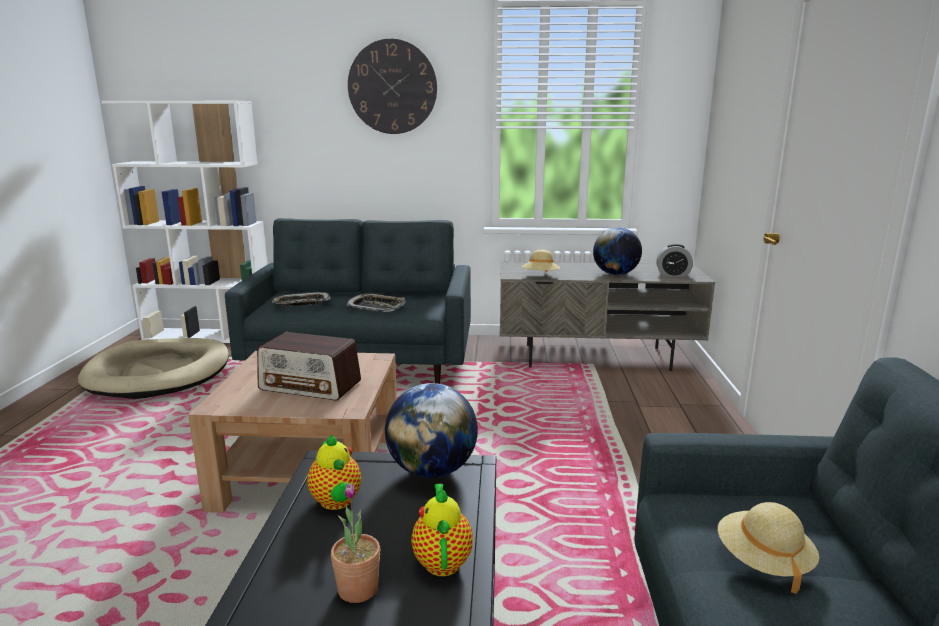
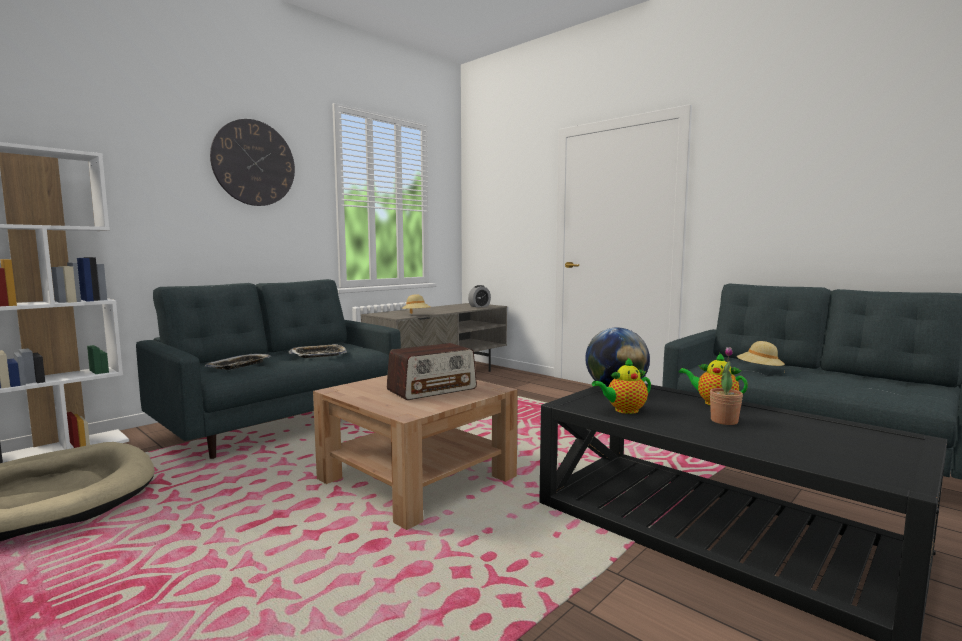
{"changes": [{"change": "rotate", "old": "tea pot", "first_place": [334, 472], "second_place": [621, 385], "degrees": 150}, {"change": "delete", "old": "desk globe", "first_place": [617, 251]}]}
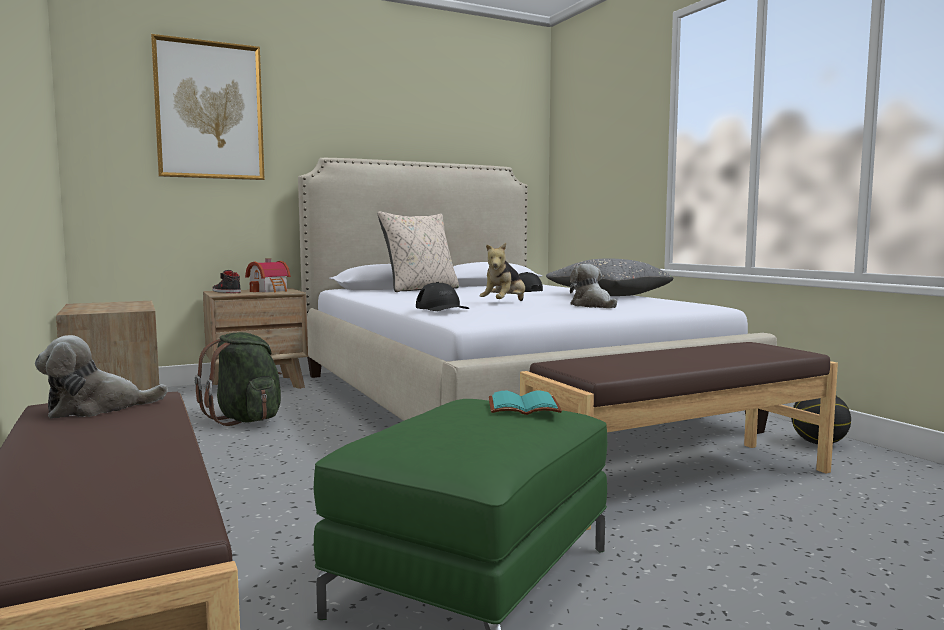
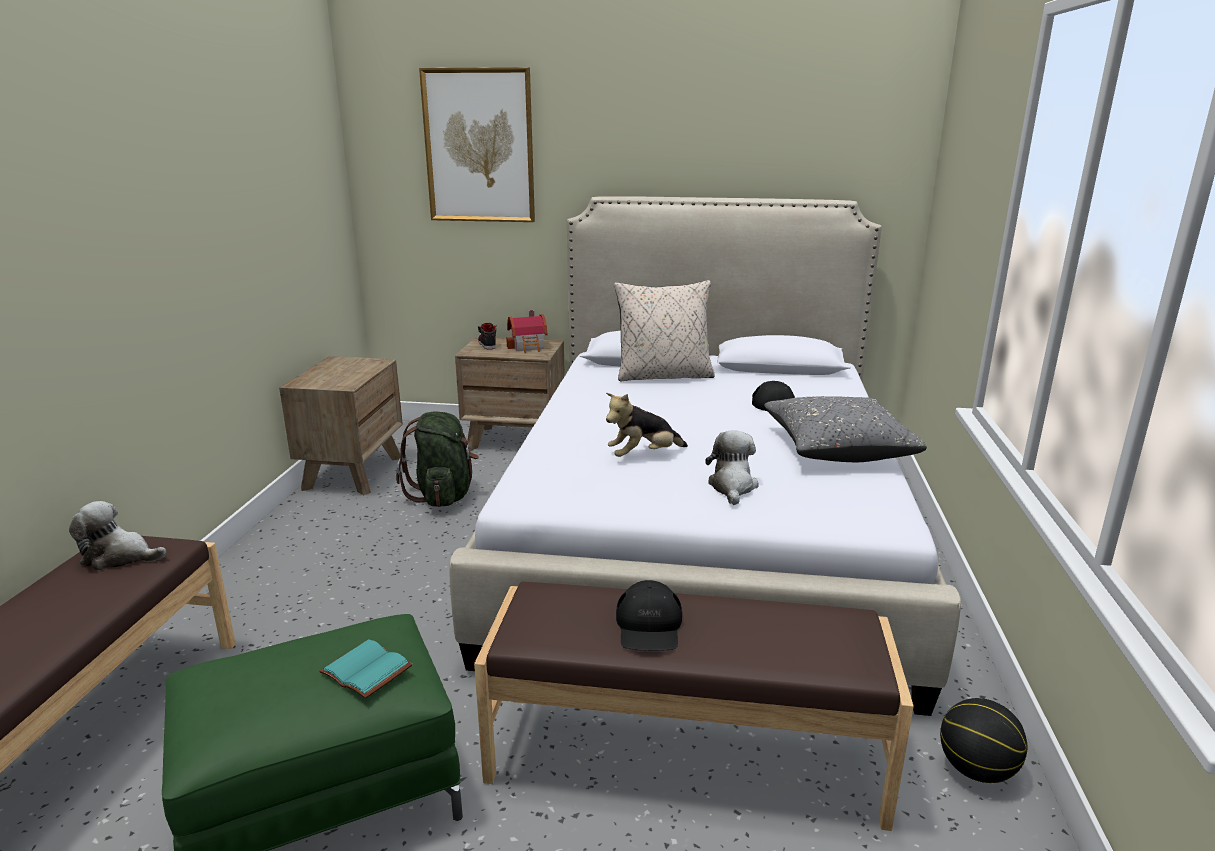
{"changes": [{"change": "move", "old": "black-coloured cap", "first_place": [442, 296], "second_place": [649, 615]}]}
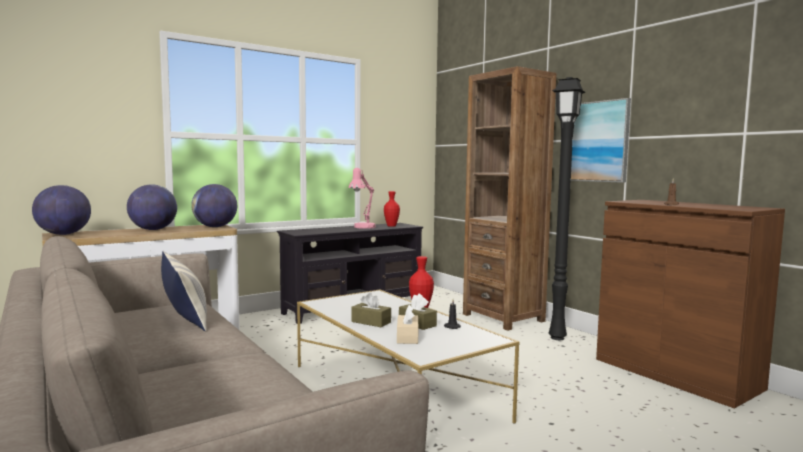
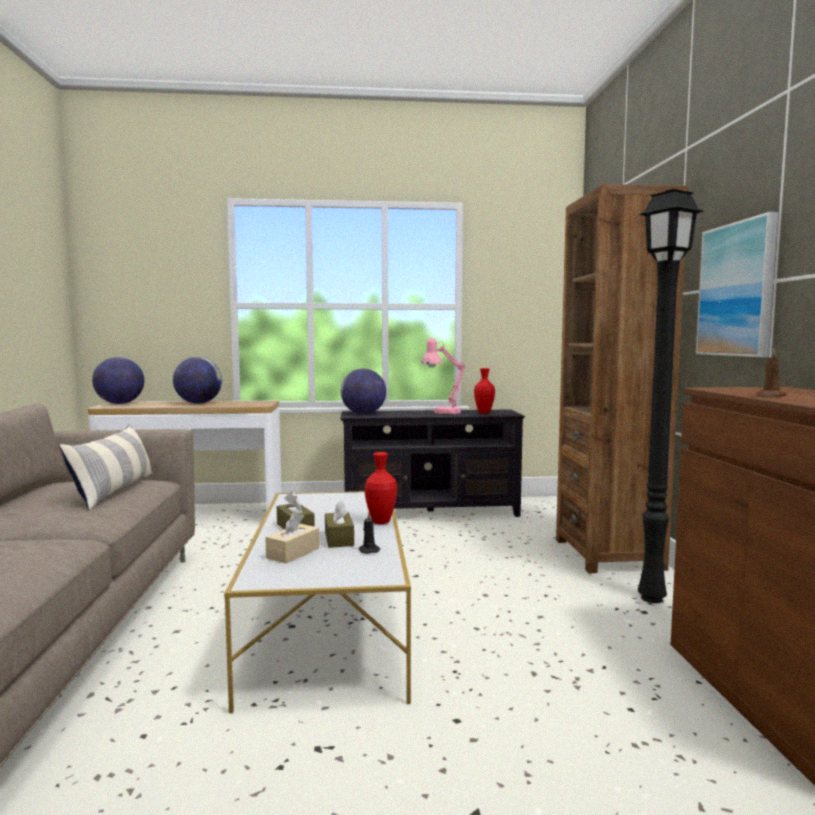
{"changes": [{"change": "move", "old": "desk globe", "first_place": [214, 205], "second_place": [363, 391]}]}
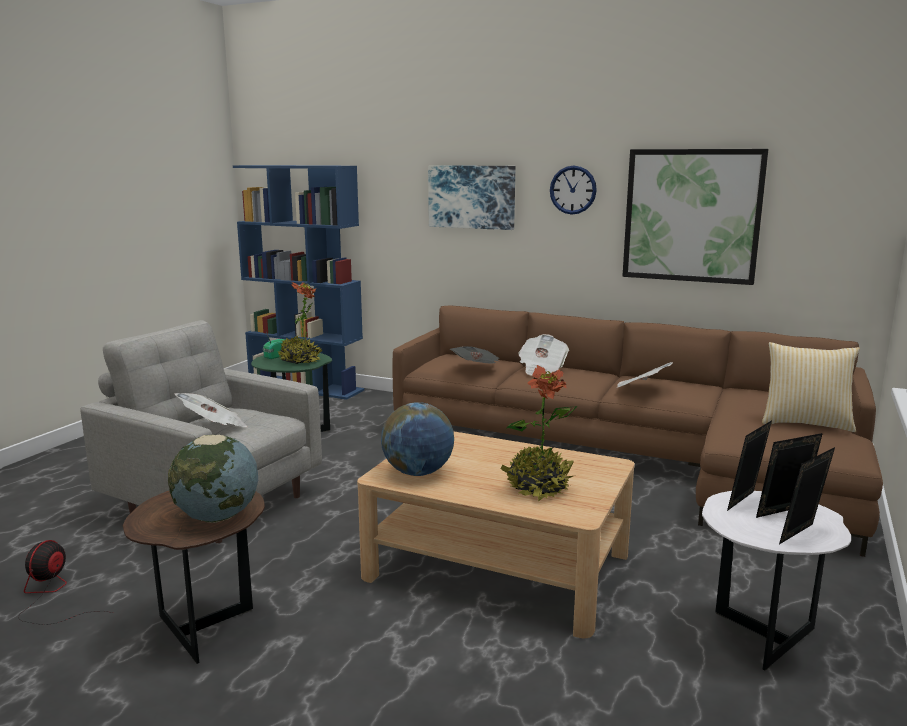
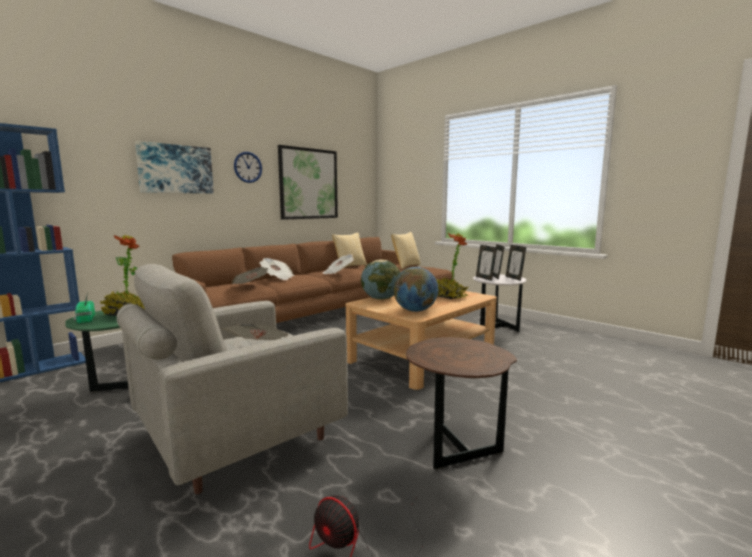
{"changes": [{"change": "move", "old": "desk globe", "first_place": [213, 479], "second_place": [380, 279]}, {"change": "insert", "new": "cushion", "second_place": [349, 250]}]}
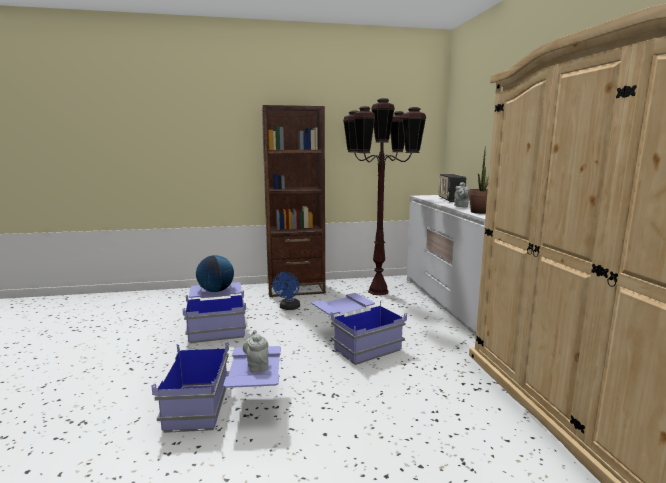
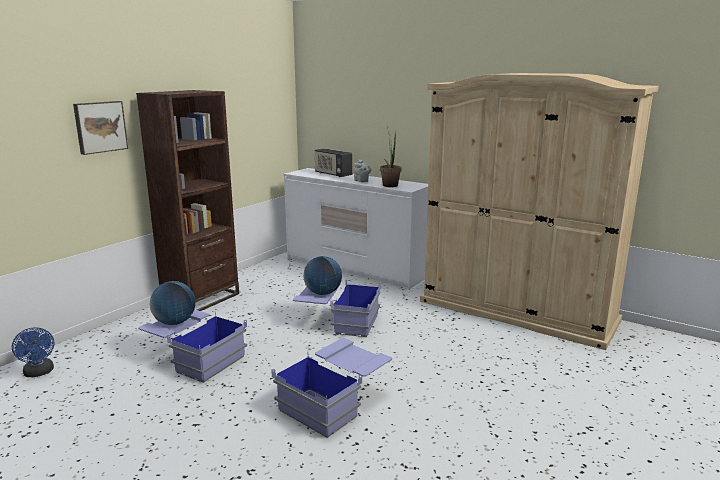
{"changes": [{"change": "delete", "old": "greyish tea pot", "first_place": [256, 351]}, {"change": "move", "old": "blue cooling fan", "first_place": [286, 291], "second_place": [33, 352]}, {"change": "delete", "old": "brown-coloured floor lamp", "first_place": [384, 196]}, {"change": "insert", "new": "wall picture", "second_place": [100, 128]}, {"change": "insert", "new": "desk globe", "second_place": [322, 275]}]}
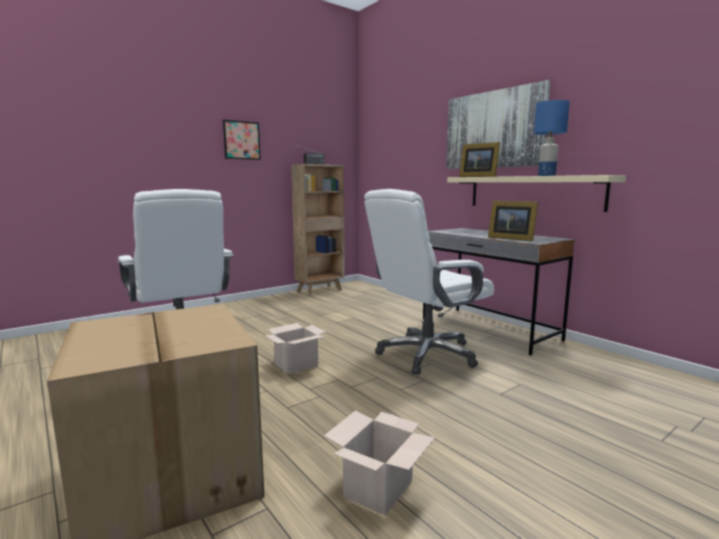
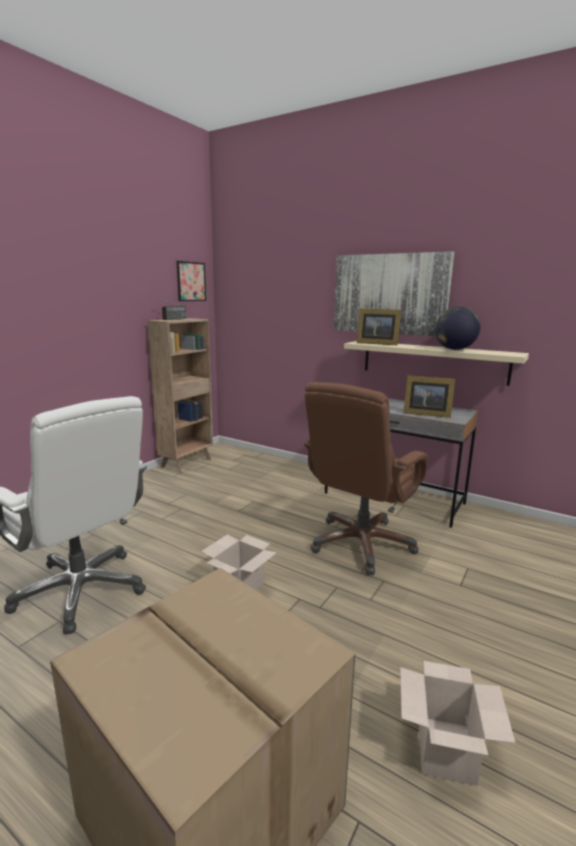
{"changes": [{"change": "move", "old": "wall picture", "first_place": [242, 139], "second_place": [191, 281]}, {"change": "recolor", "old": "white desk chair", "new": "brown-coloured desk chair", "first_place": [429, 282], "second_place": [366, 478]}, {"change": "replace", "old": "blue lamp for a table", "new": "desk globe", "first_place": [552, 138], "second_place": [457, 328]}]}
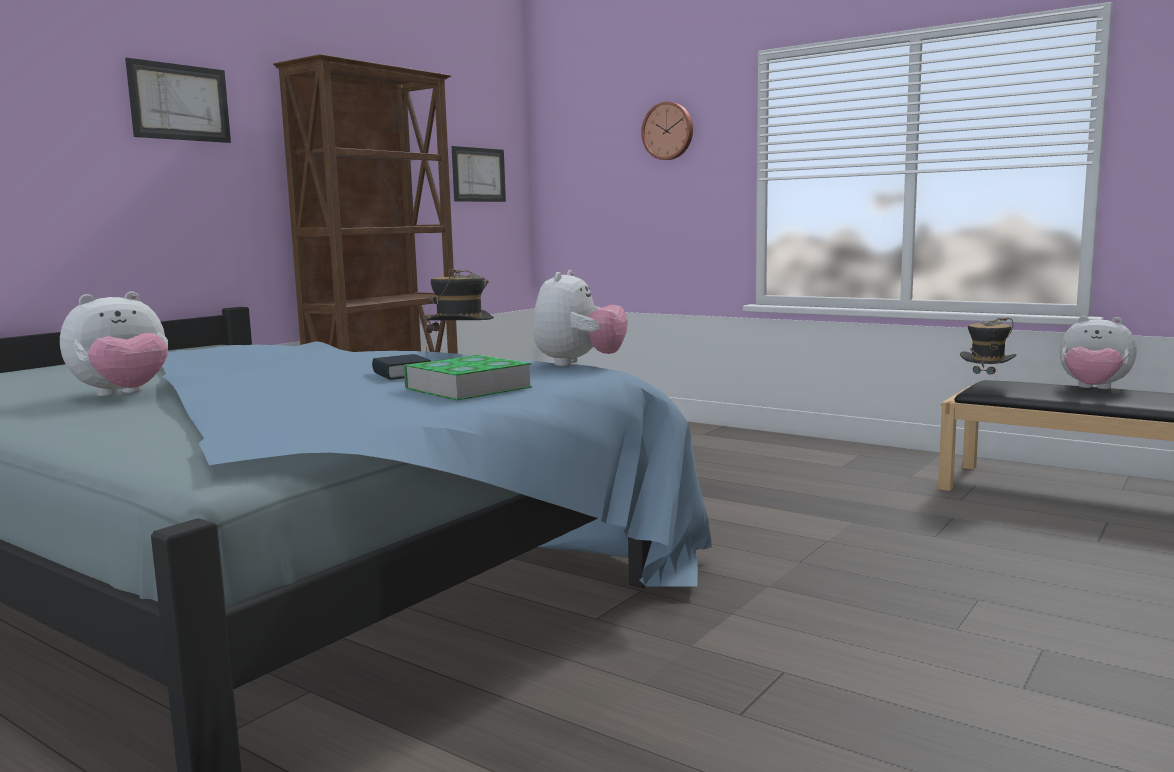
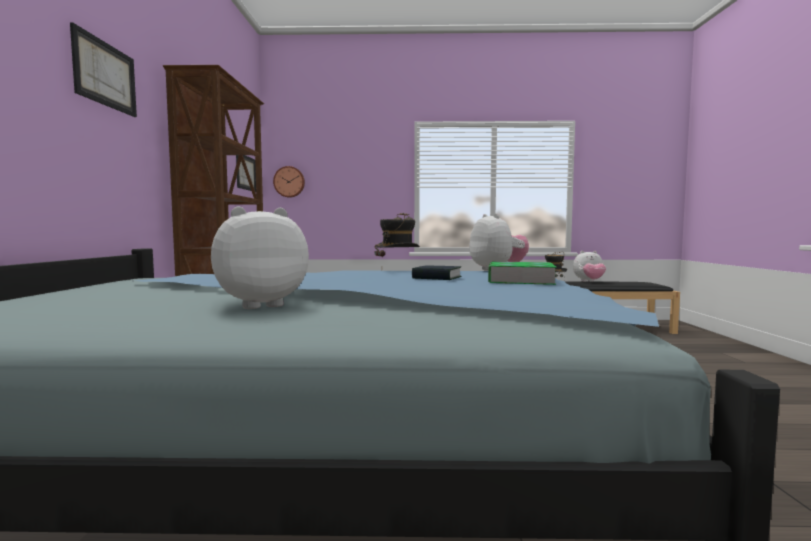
{"changes": [{"change": "rotate", "old": "plush toy", "first_place": [114, 344], "second_place": [260, 257], "degrees": -135}, {"change": "move", "old": "wall clock", "first_place": [667, 131], "second_place": [289, 182]}]}
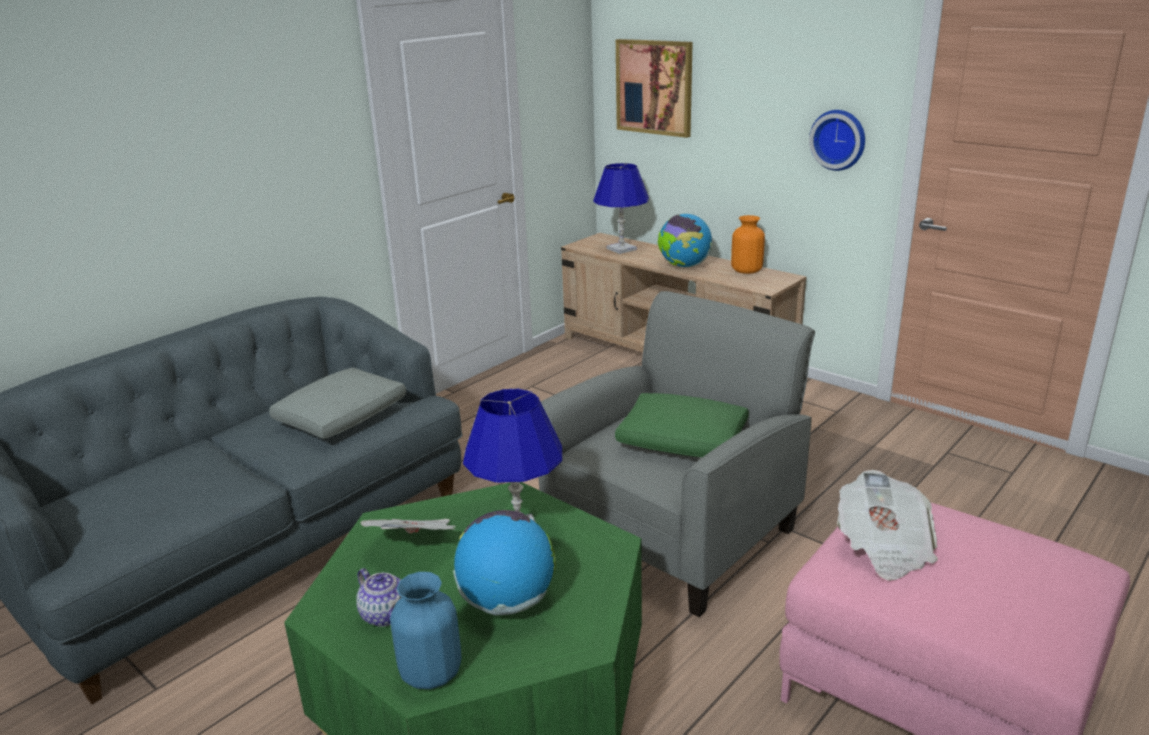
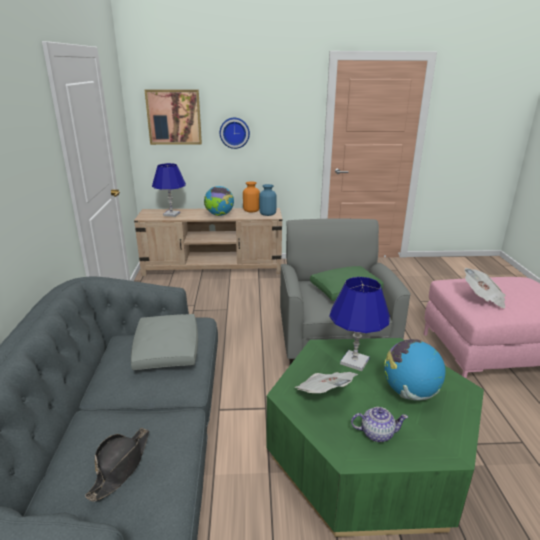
{"changes": [{"change": "move", "old": "blue decorative vase", "first_place": [425, 630], "second_place": [268, 200]}, {"change": "move", "old": "wall clock", "first_place": [837, 140], "second_place": [235, 133]}, {"change": "insert", "new": "black-coloured clothing hat", "second_place": [117, 464]}]}
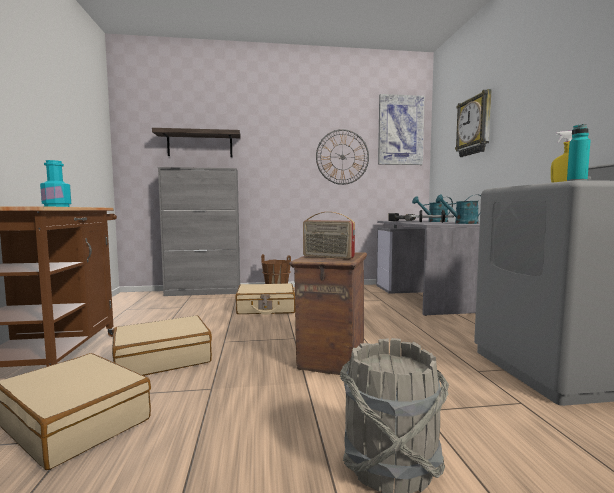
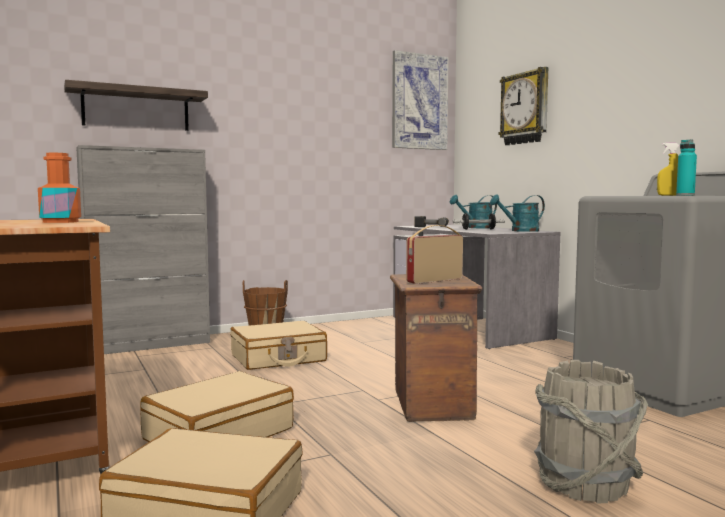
{"changes": [{"change": "recolor", "old": "turquoise beverage bottle", "new": "orangey beverage bottle", "first_place": [55, 183], "second_place": [59, 188]}, {"change": "rotate", "old": "radio set", "first_place": [329, 235], "second_place": [434, 254], "degrees": 135}, {"change": "delete", "old": "wall clock", "first_place": [342, 157]}]}
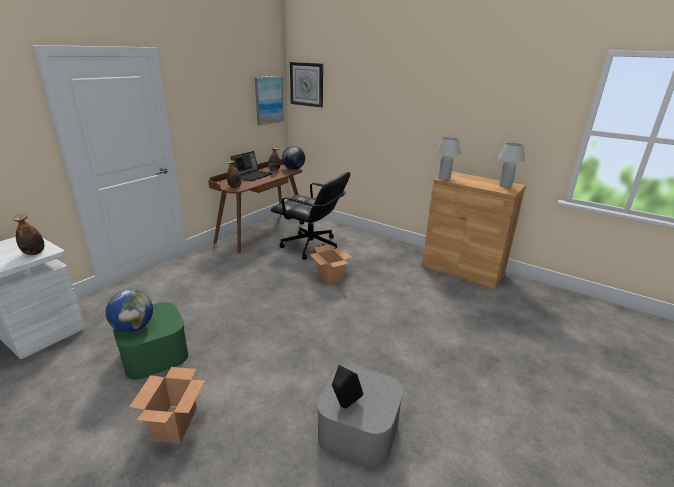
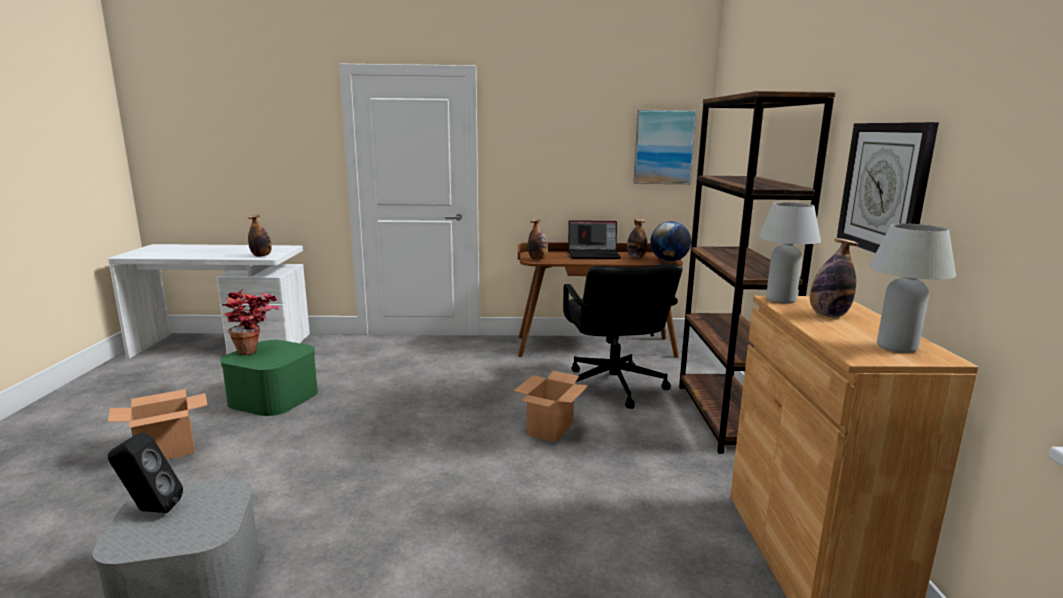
{"changes": [{"change": "replace", "old": "desk globe", "new": "plant in a pot", "first_place": [129, 310], "second_place": [250, 322]}, {"change": "move", "old": "wall clock", "first_place": [306, 85], "second_place": [888, 187]}, {"change": "insert", "new": "brown-coloured bookshelf", "second_place": [757, 272]}, {"change": "insert", "new": "beverage bottle", "second_place": [834, 277]}]}
